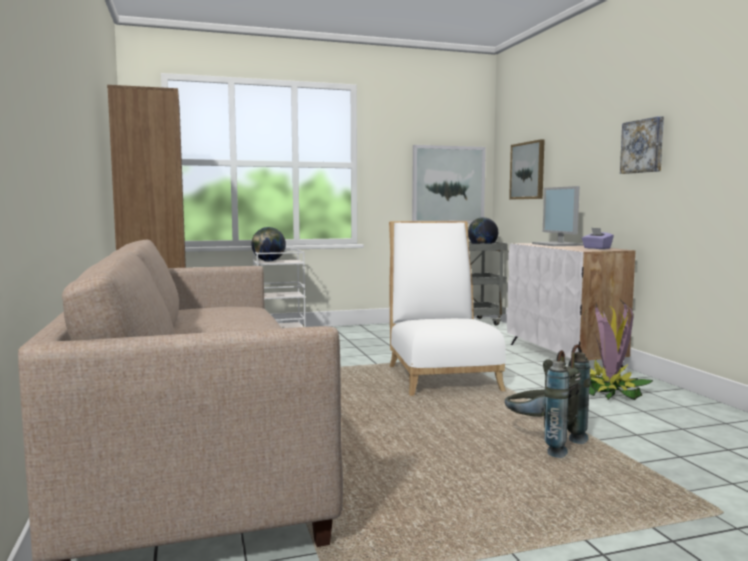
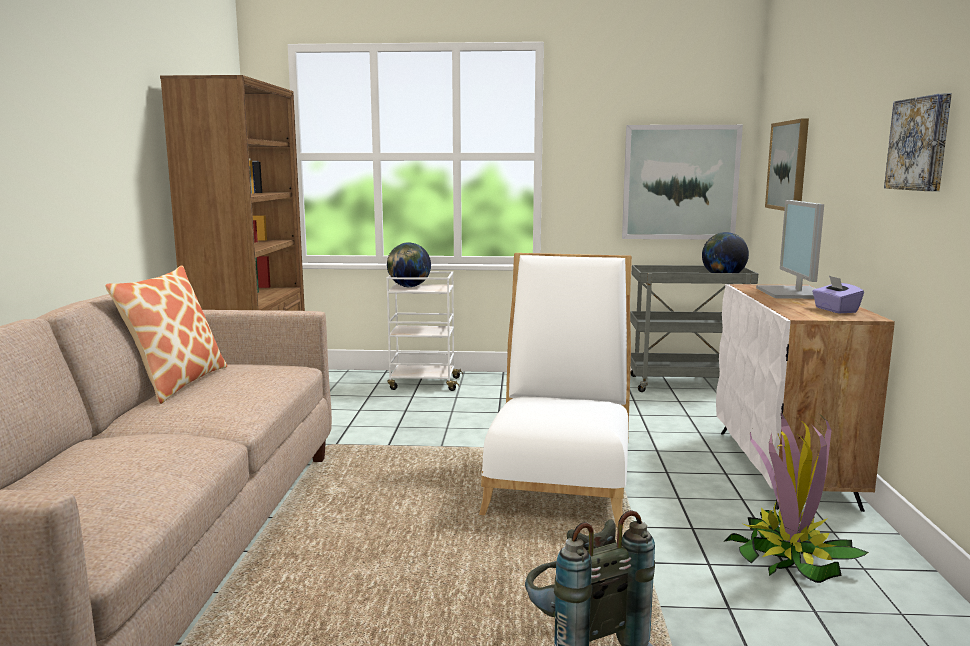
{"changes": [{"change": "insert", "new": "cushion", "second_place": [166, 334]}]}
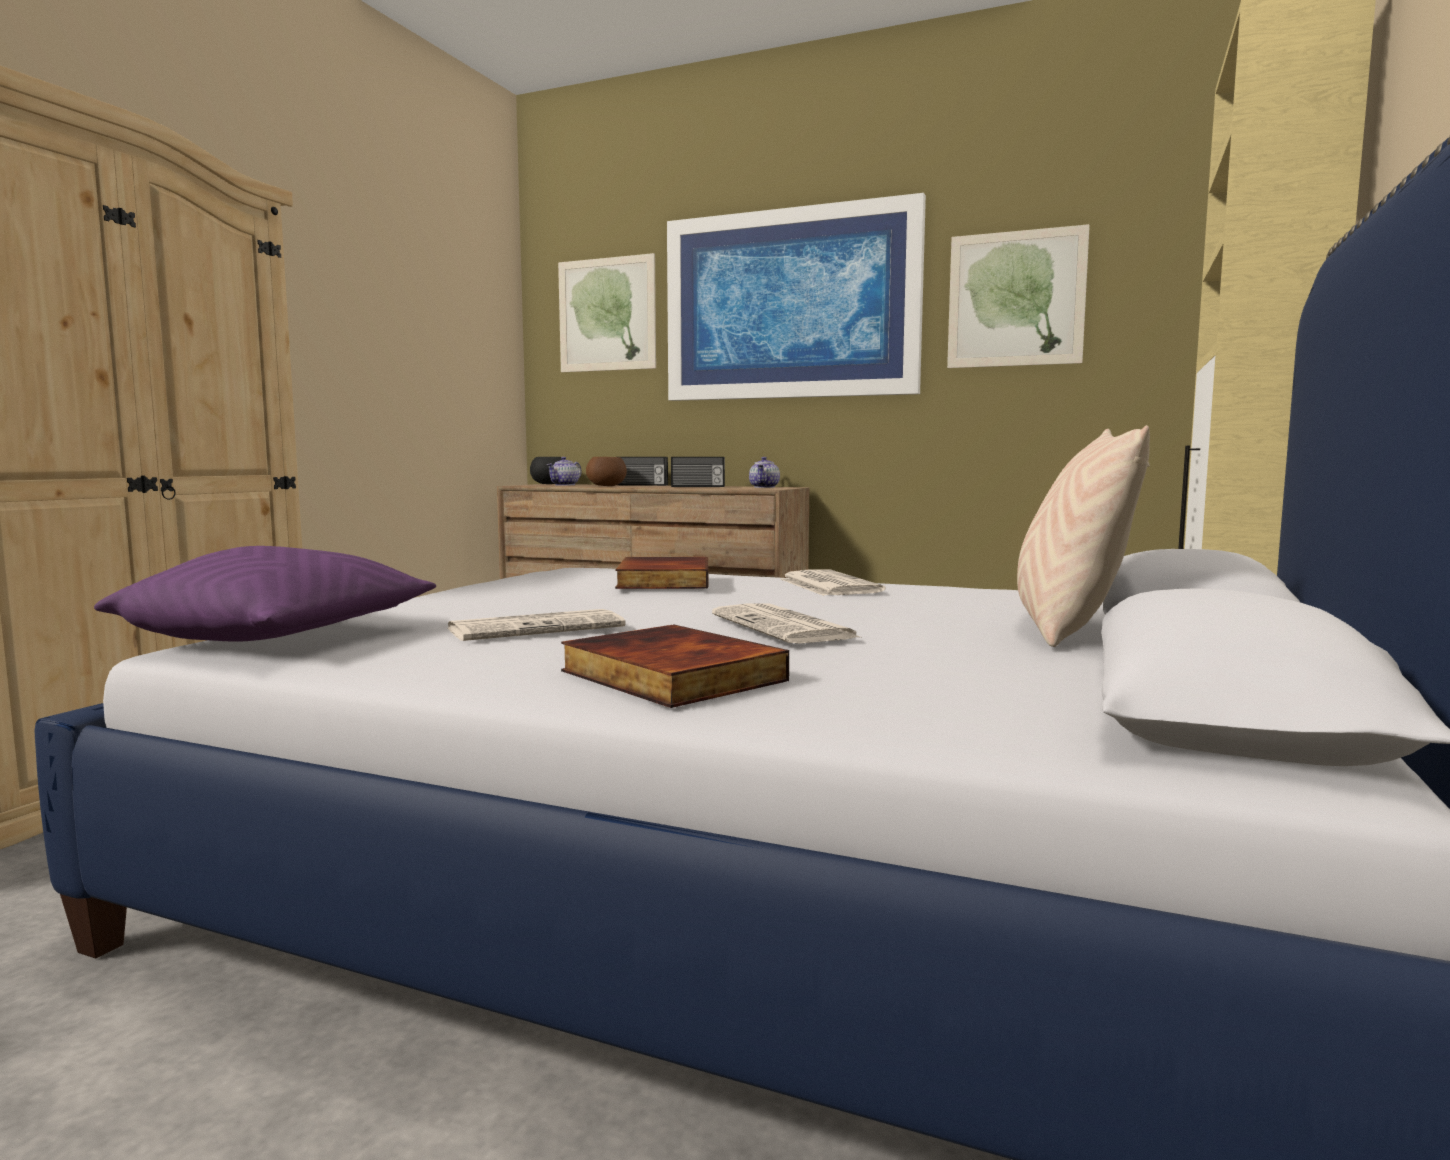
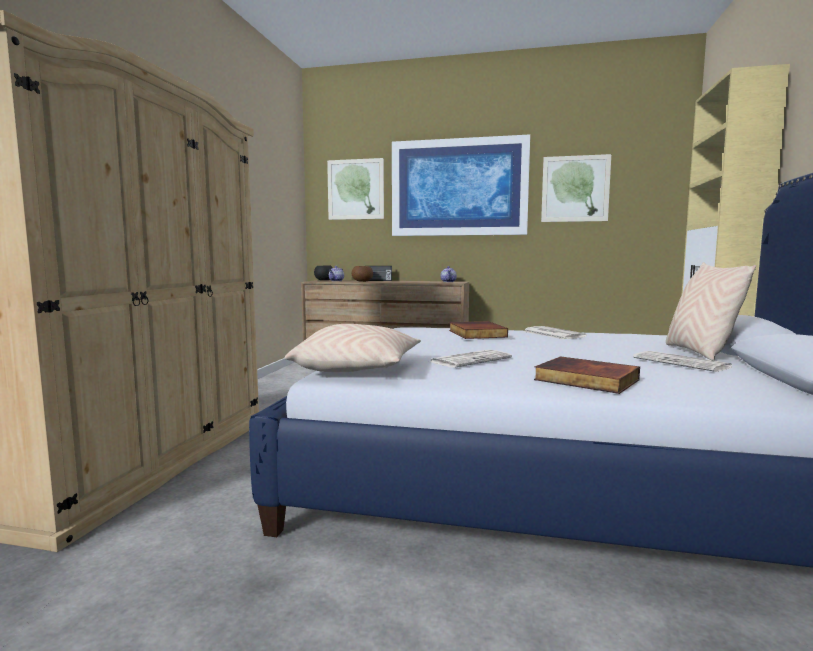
{"changes": [{"change": "recolor", "old": "purplish cushion", "new": "beige-coloured cushion", "first_place": [265, 594], "second_place": [353, 348]}, {"change": "delete", "old": "radio set", "first_place": [698, 472]}, {"change": "move", "old": "newspaper", "first_place": [787, 623], "second_place": [682, 361]}]}
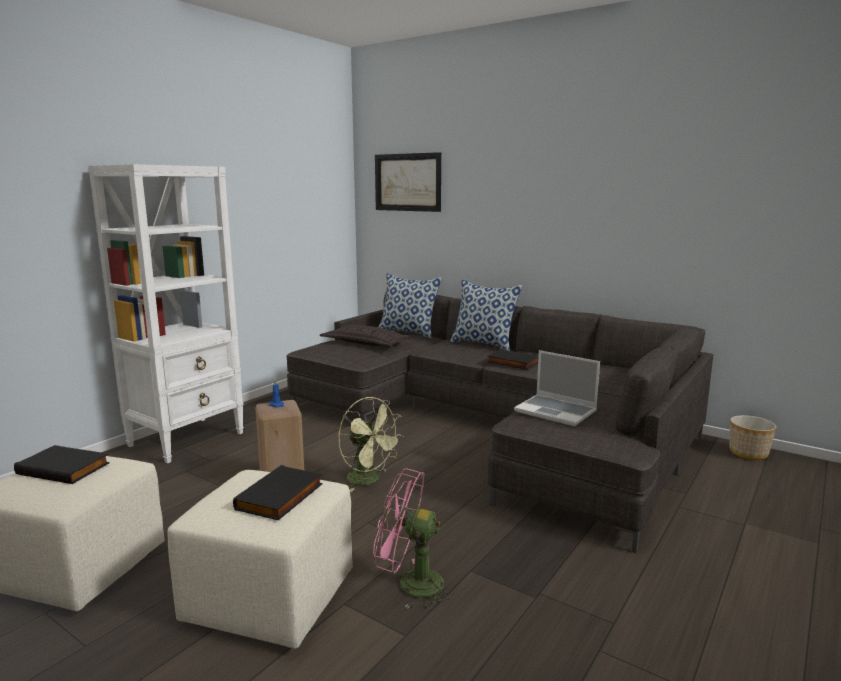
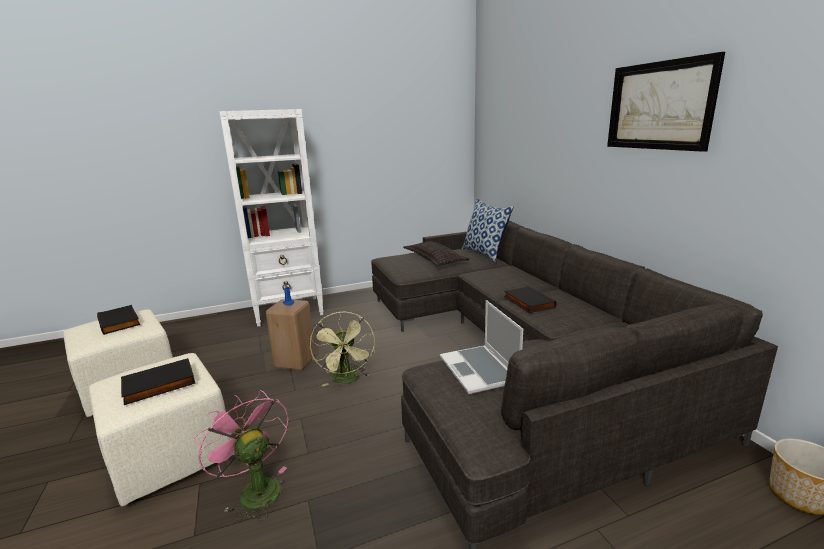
{"changes": [{"change": "move", "old": "wall picture", "first_place": [408, 182], "second_place": [666, 102]}, {"change": "delete", "old": "cushion", "first_place": [486, 315]}]}
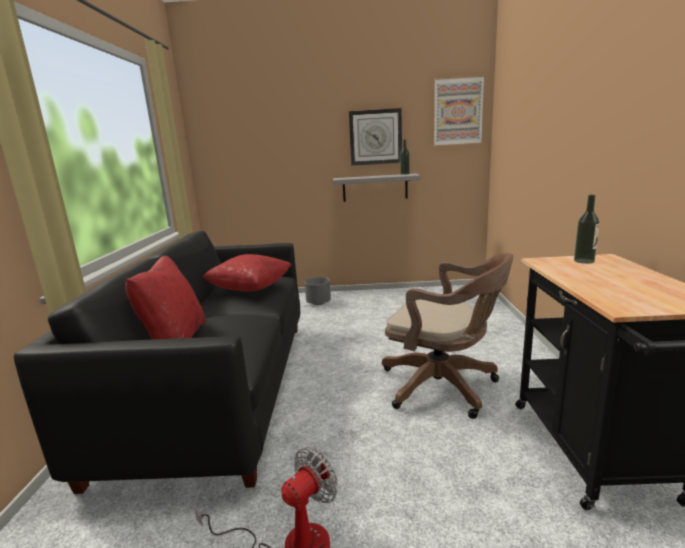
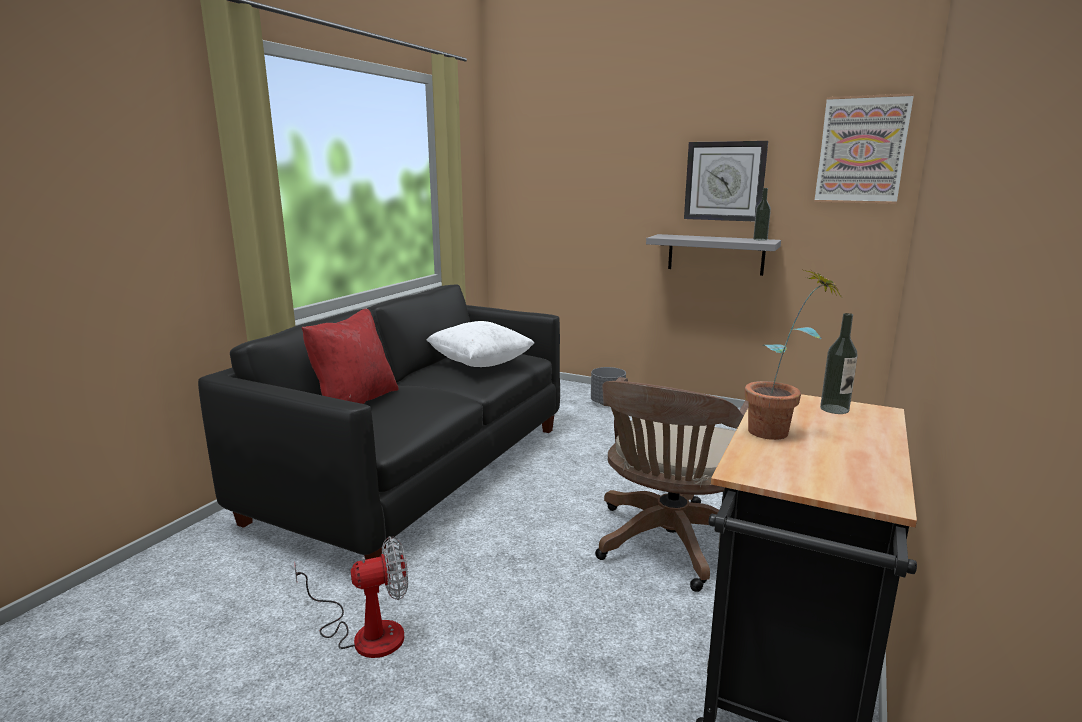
{"changes": [{"change": "recolor", "old": "red cushion", "new": "white cushion", "first_place": [247, 273], "second_place": [480, 344]}, {"change": "rotate", "old": "brown-coloured desk chair", "first_place": [448, 336], "second_place": [671, 484], "degrees": 60}, {"change": "insert", "new": "plant in a pot", "second_place": [792, 354]}]}
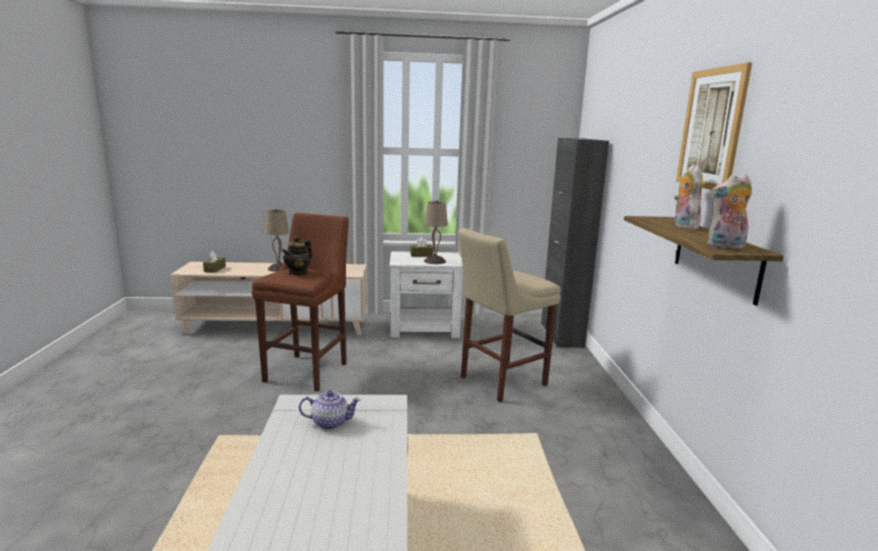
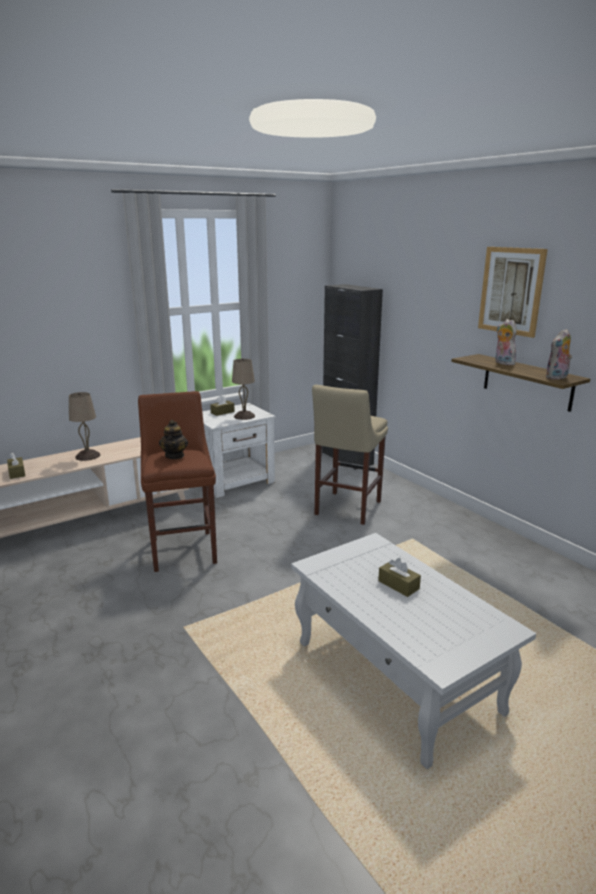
{"changes": [{"change": "delete", "old": "tea pot", "first_place": [330, 410]}, {"change": "insert", "new": "brown-coloured tissue holder", "second_place": [399, 577]}]}
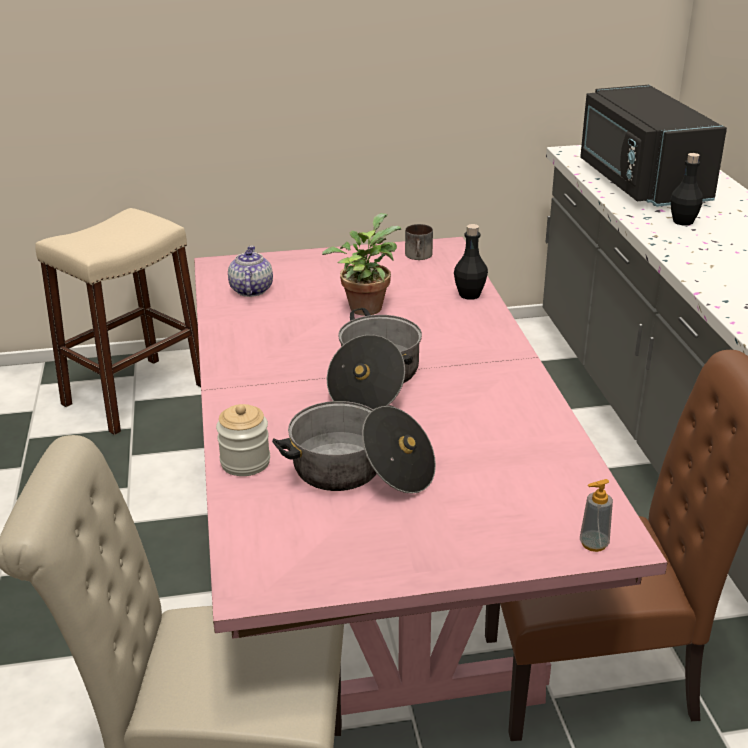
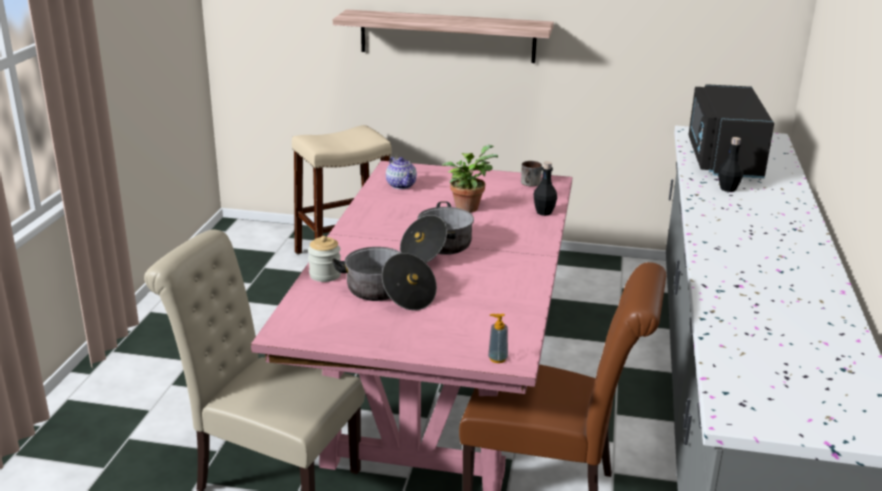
{"changes": [{"change": "rotate", "old": "tea pot", "first_place": [250, 271], "second_place": [401, 173], "degrees": 135}, {"change": "insert", "new": "shelf", "second_place": [443, 36]}]}
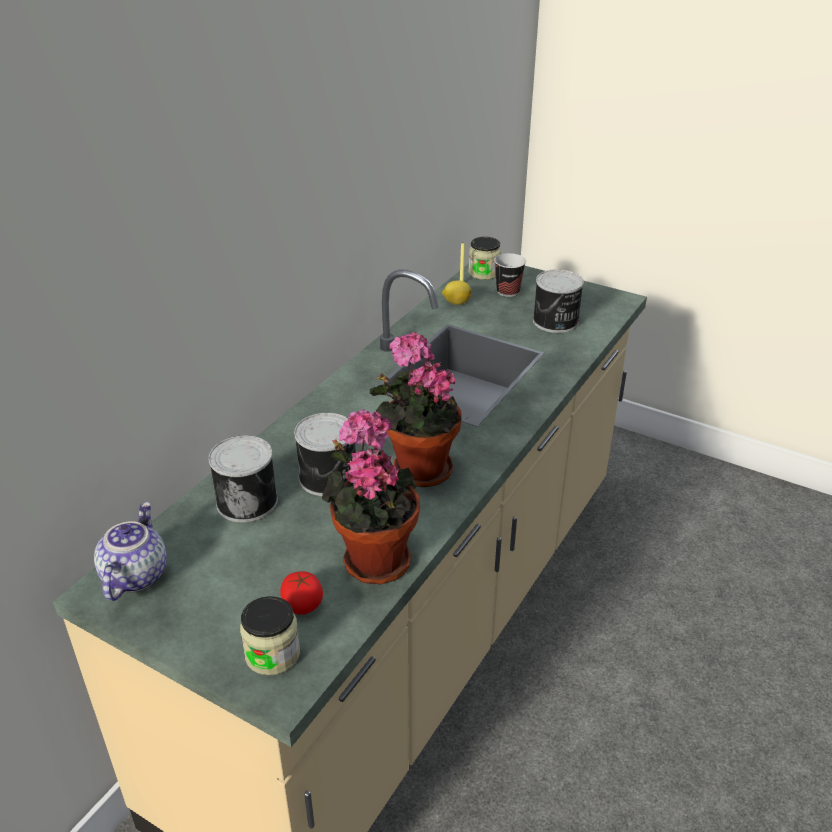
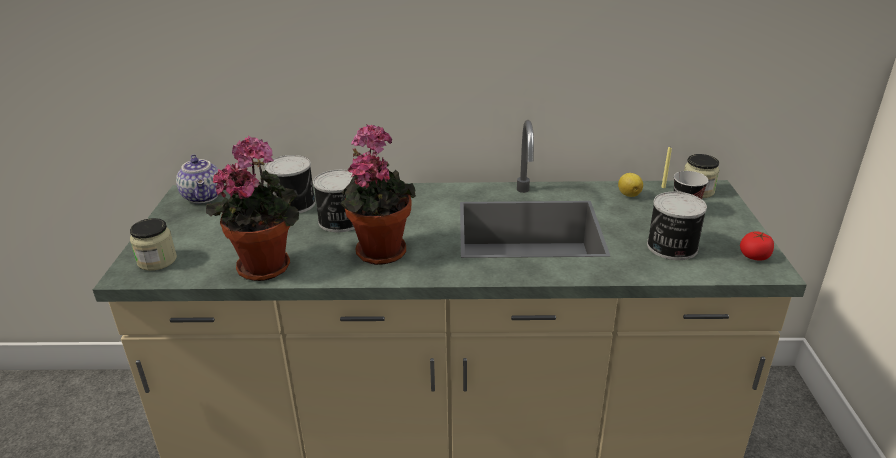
{"changes": [{"change": "rotate", "old": "tea pot", "first_place": [130, 551], "second_place": [197, 179], "degrees": 90}, {"change": "move", "old": "whole tomato", "first_place": [301, 593], "second_place": [757, 246]}]}
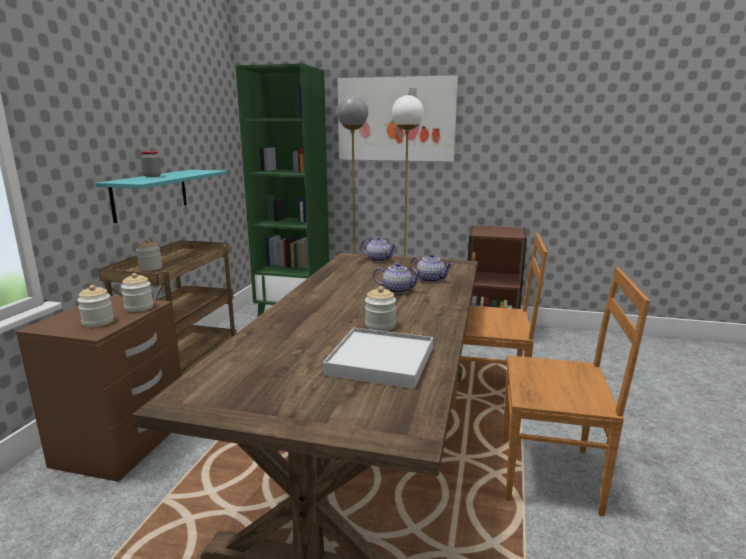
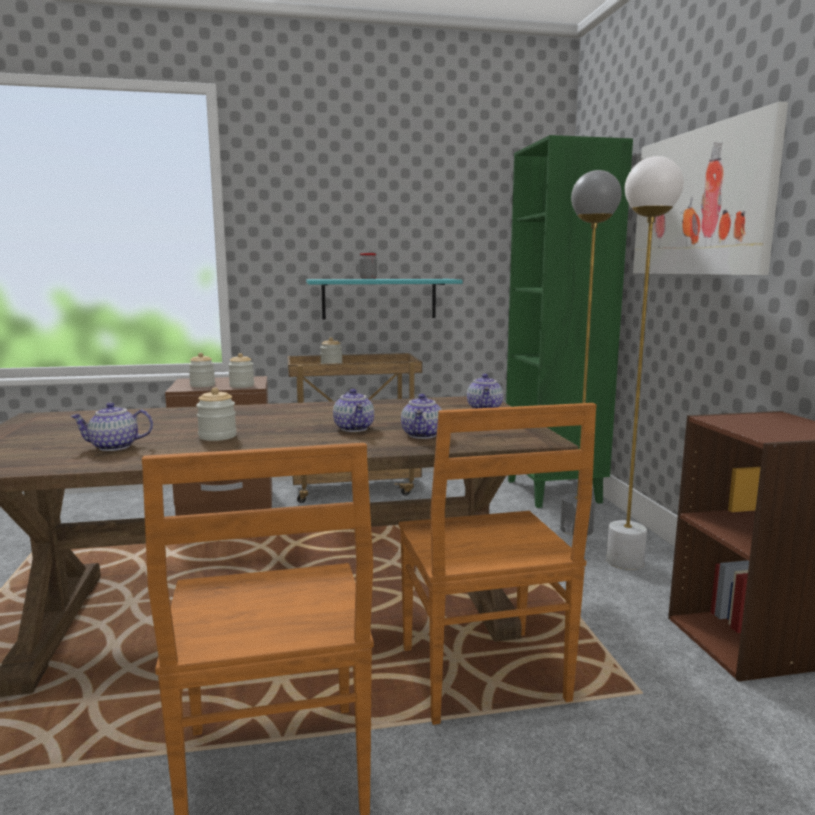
{"changes": [{"change": "replace", "old": "white carrying tray", "new": "tea pot", "first_place": [378, 358], "second_place": [111, 427]}]}
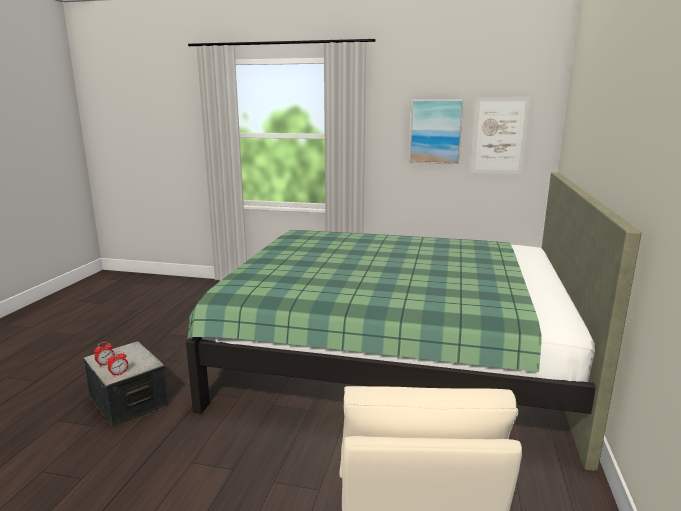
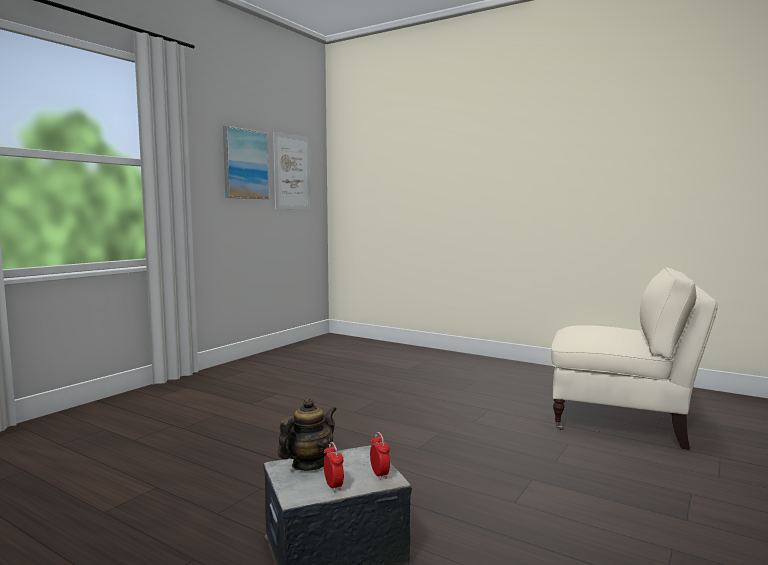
{"changes": [{"change": "delete", "old": "green sleeping bed", "first_place": [413, 321]}, {"change": "insert", "new": "tea pot", "second_place": [307, 434]}]}
